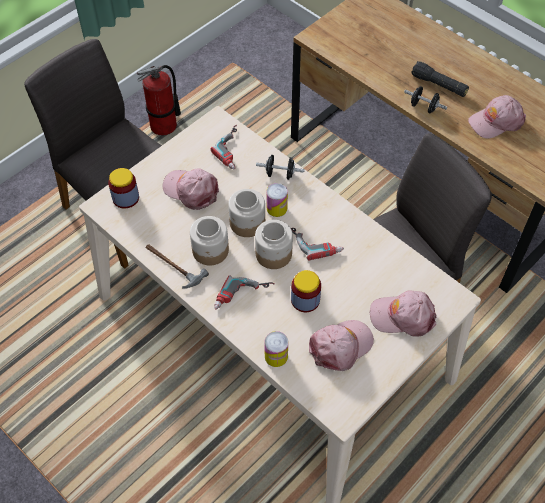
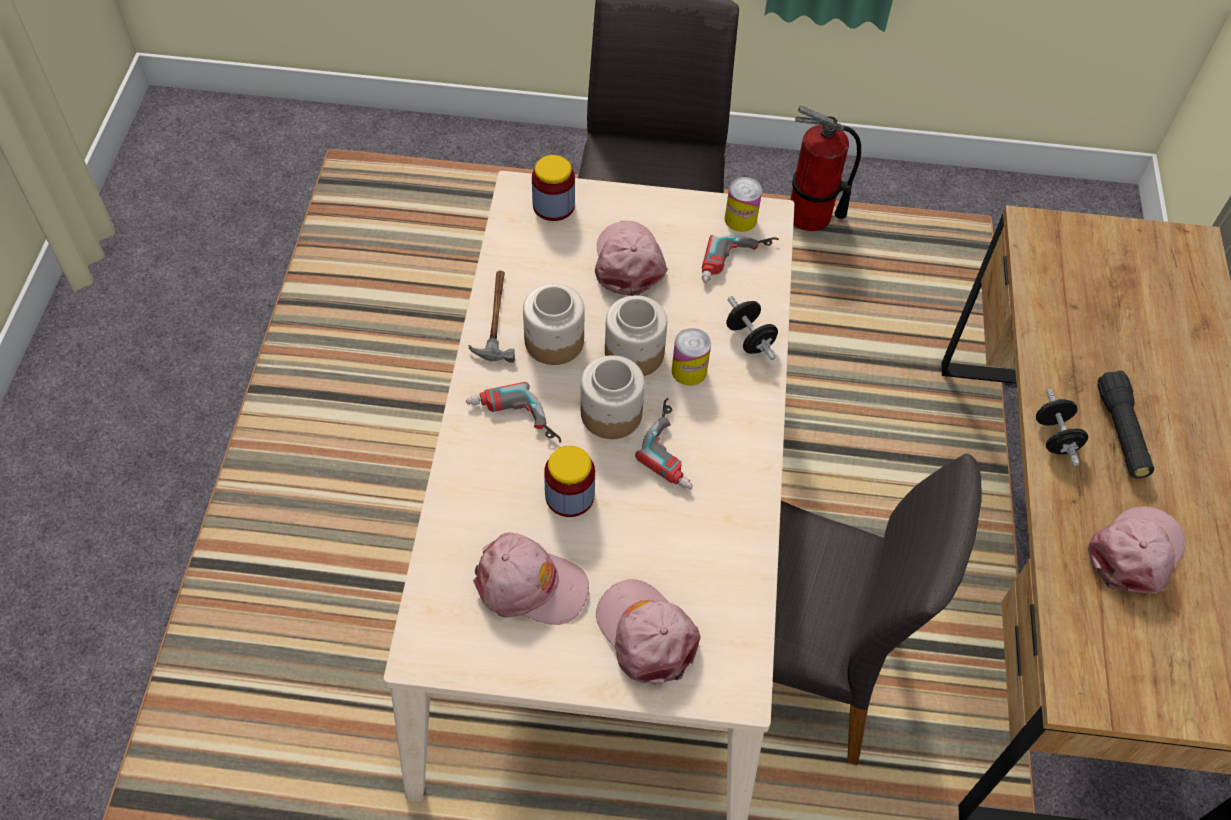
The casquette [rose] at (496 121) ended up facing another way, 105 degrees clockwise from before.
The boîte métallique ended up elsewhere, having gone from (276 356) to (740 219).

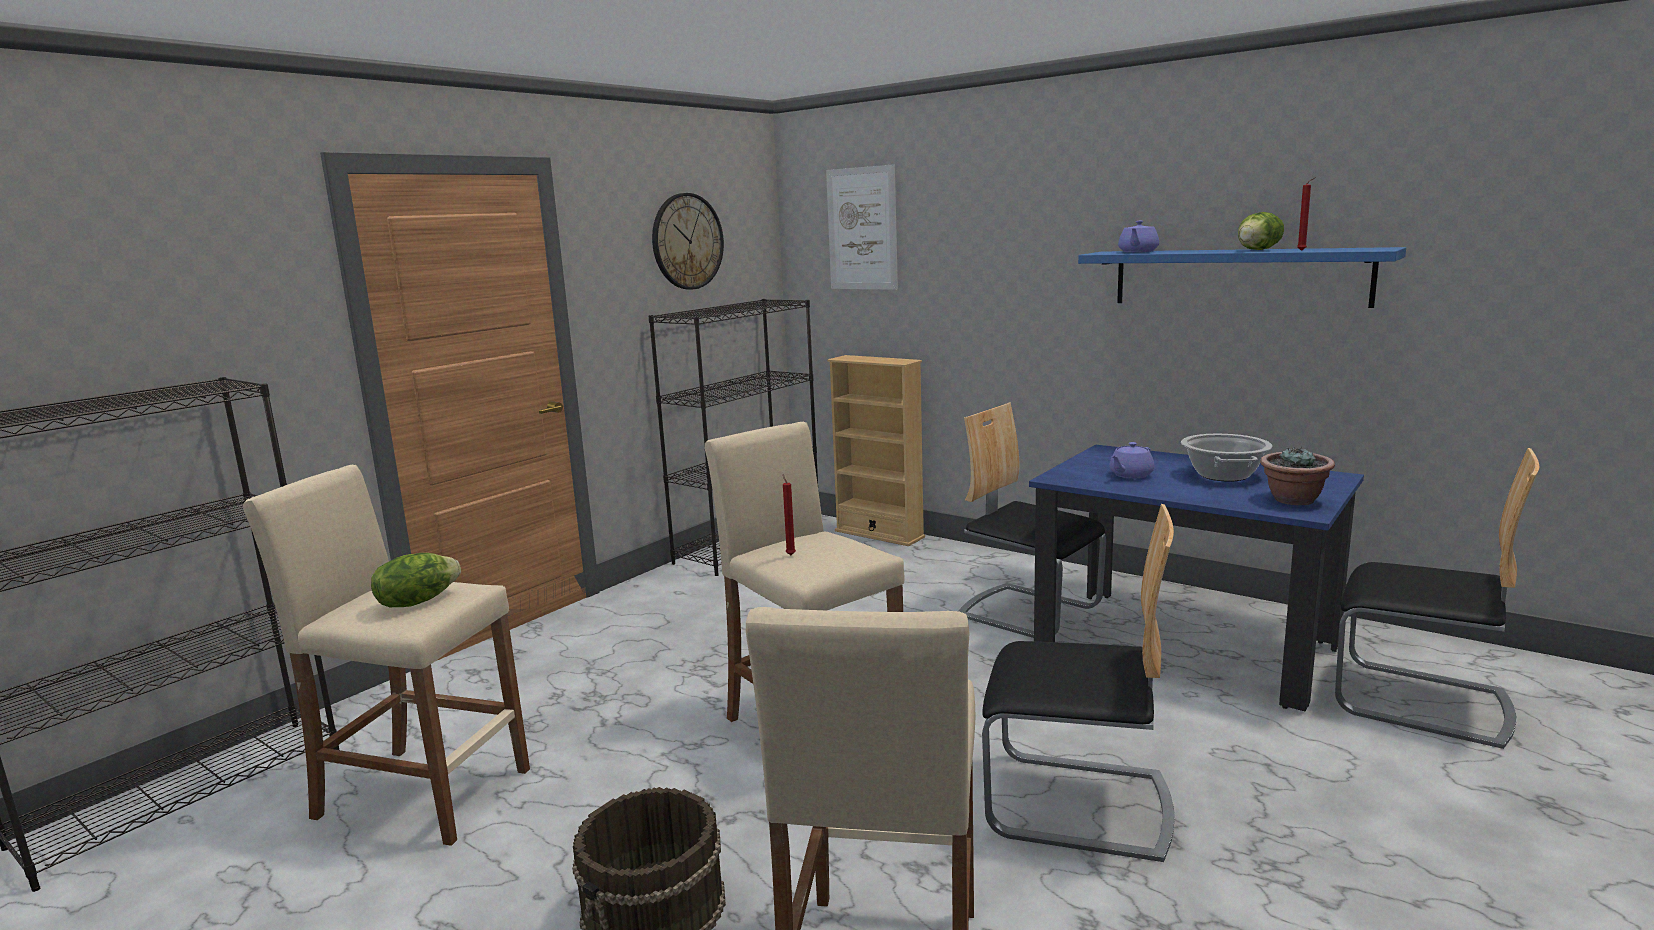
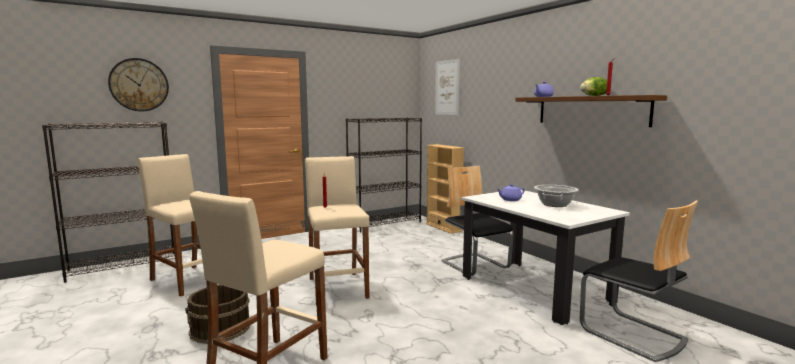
The horloge murale ended up elsewhere, having gone from (687 241) to (139 85).
What was the étagère [bleu] at (1238 277) turned into the étagère [marron] at (591 110).
What was the table à manger [bleu] at (1184 645) turned into the table à manger [blanc] at (534 289).
The second view lost the plante en pot at (1293 500).
The second view lost the chaise at (1078 804).
The second view lost the laitue at (417 601).

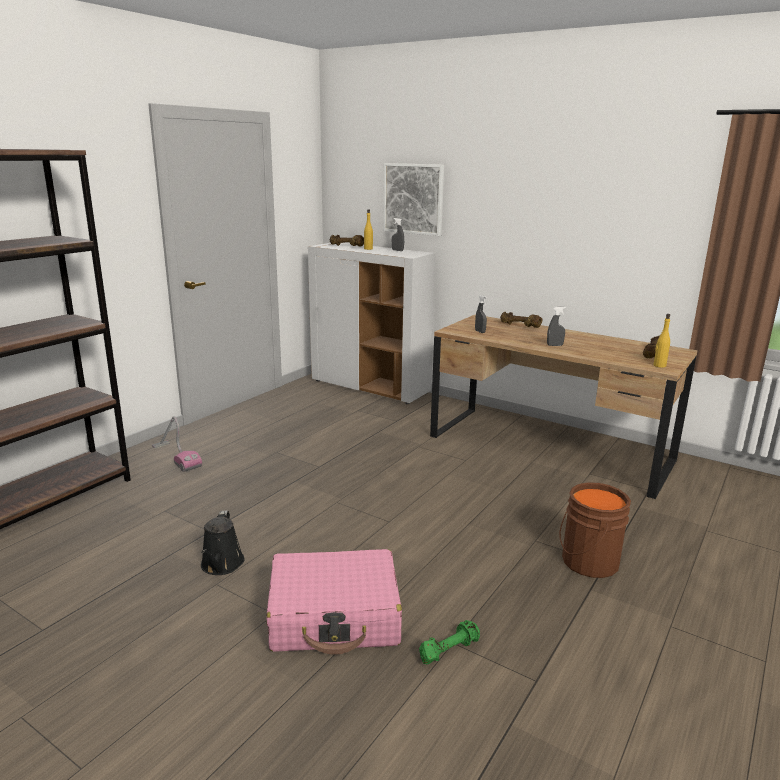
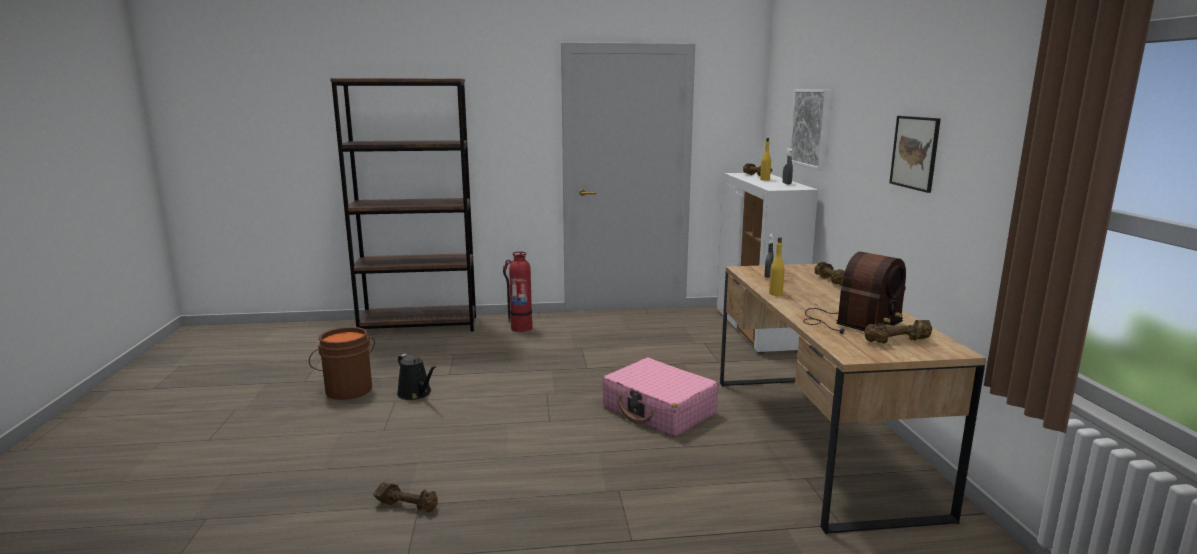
The second view lost the vaporisateur [gris] at (554 345).
The bouteille [jaune] ended up elsewhere, having gone from (659 365) to (775 294).
Where the aspirateur stood at (176 457), the extincteur came to stand at (521 328).
The seau [marron] ended up elsewhere, having gone from (587 561) to (348 389).
The arrosoir [noir] at (221 565) ended up facing another way, 90 degrees counterclockwise from before.
The valise [rose] ended up elsewhere, having gone from (335 616) to (659 410).
What was the haltère [vert] at (448 650) turned into the haltère [marron] at (408 506).
The second view gained the tableau at (915 152).
The second view gained the radio at (850 323).

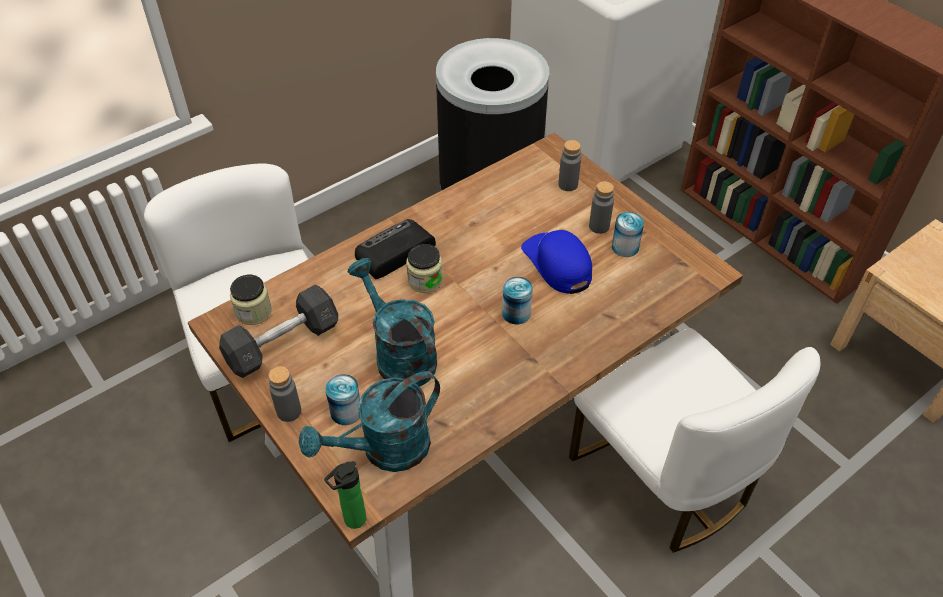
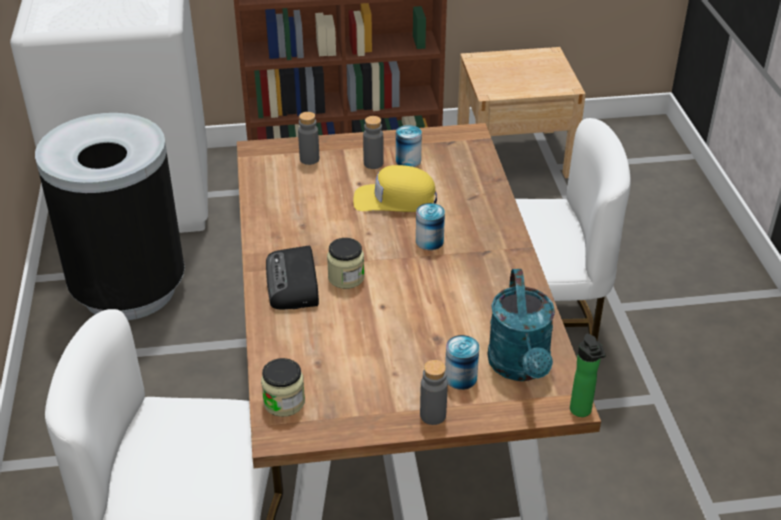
What was the casquette [bleu] at (557 264) turned into the casquette [jaune] at (394 200).
The second view lost the arrosoir [turquoise] at (399 355).
The second view lost the haltère [gris] at (283 344).

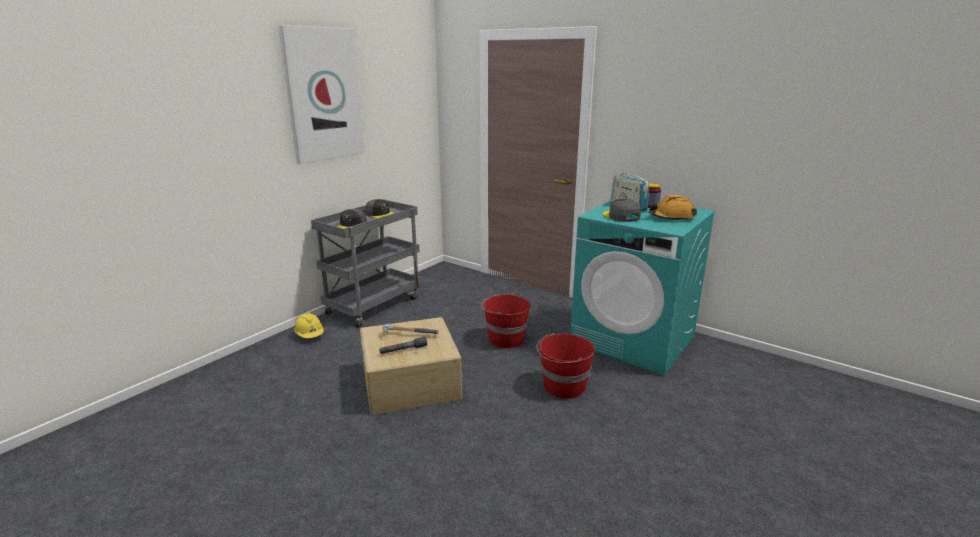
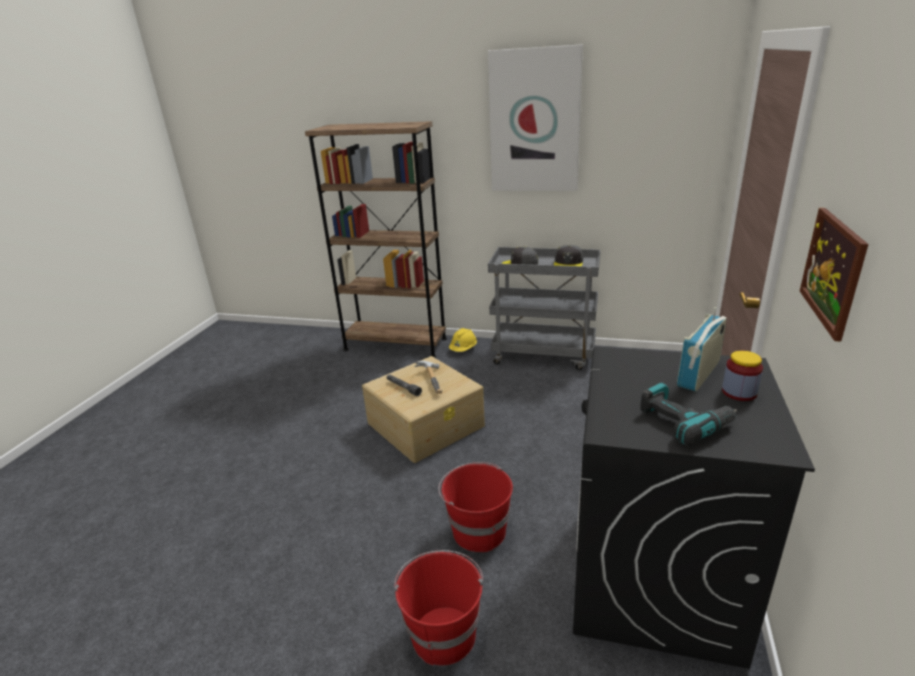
Where the casque de chantier [orange] stood at (671 217), the perceuse came to stand at (684 421).
The second view lost the casquette [gris] at (621 216).
What was the lave-linge [turquoise] at (633 340) turned into the lave-linge [noir] at (654 580).
The seau [rouge] ended up elsewhere, having gone from (505 339) to (443 633).
The second view gained the bibliothèque [marron] at (395 344).
The second view gained the tableau at (832 270).

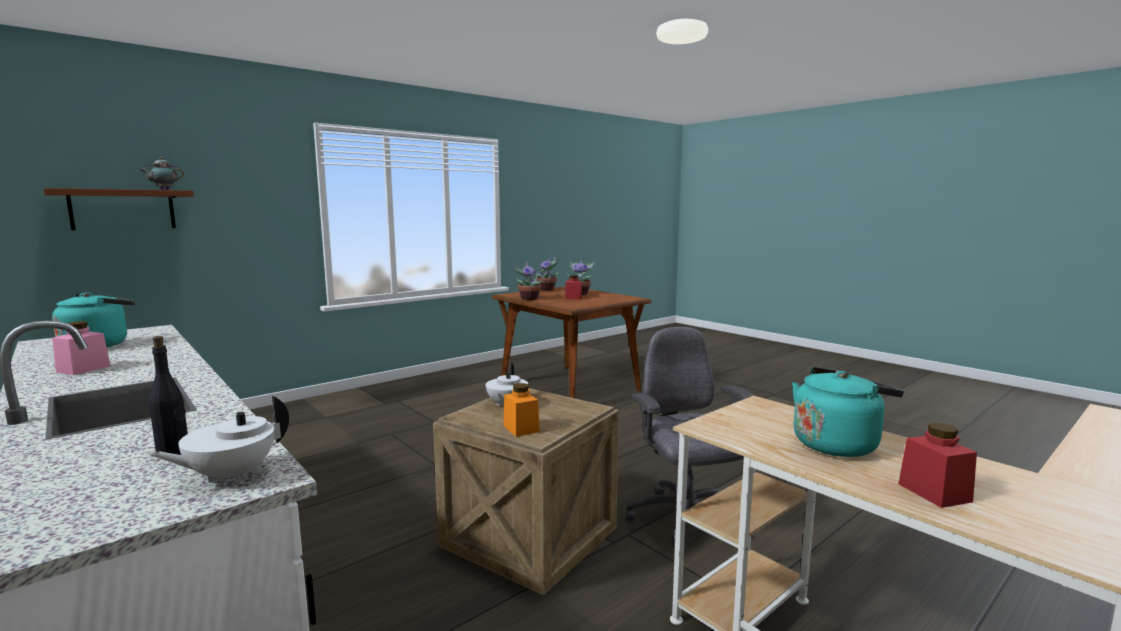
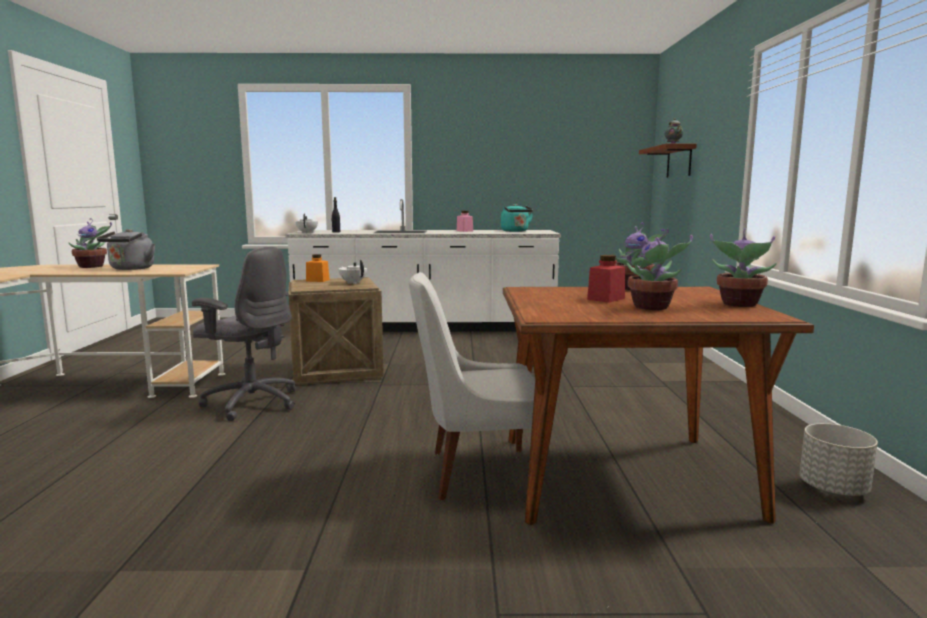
What was the bouilloire [turquoise] at (837 444) turned into the bouilloire [gris] at (130 269).
Where the bocal [rouge] stood at (934 492), the plante en pot came to stand at (92 266).
The second view gained the chaise [blanc] at (477 473).
The second view gained the cache-pot [gris] at (832 489).

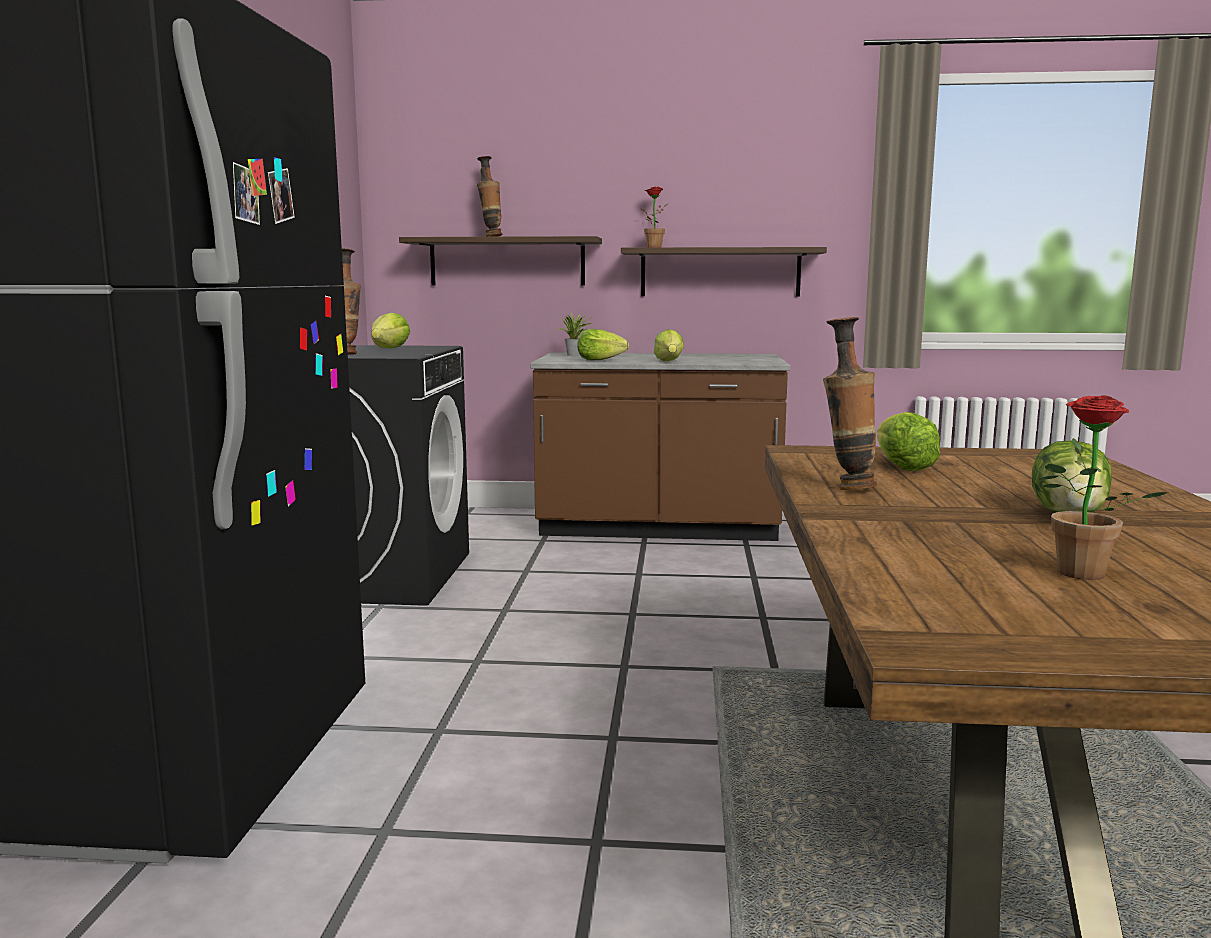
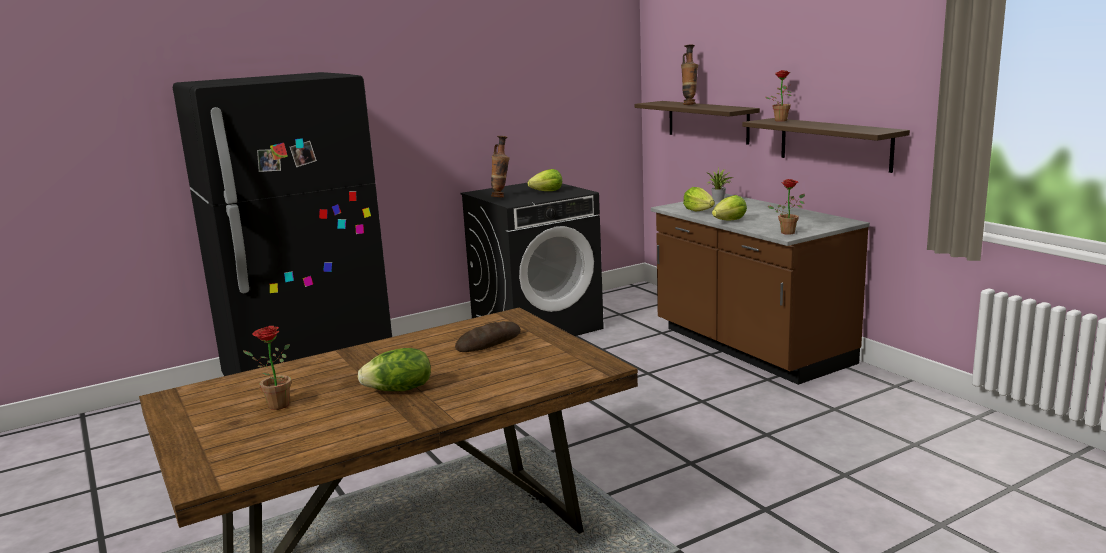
The second view lost the vase at (847 488).
Where the laitue stood at (902 467), the pain came to stand at (489 342).
The second view gained the plante en pot at (789 232).

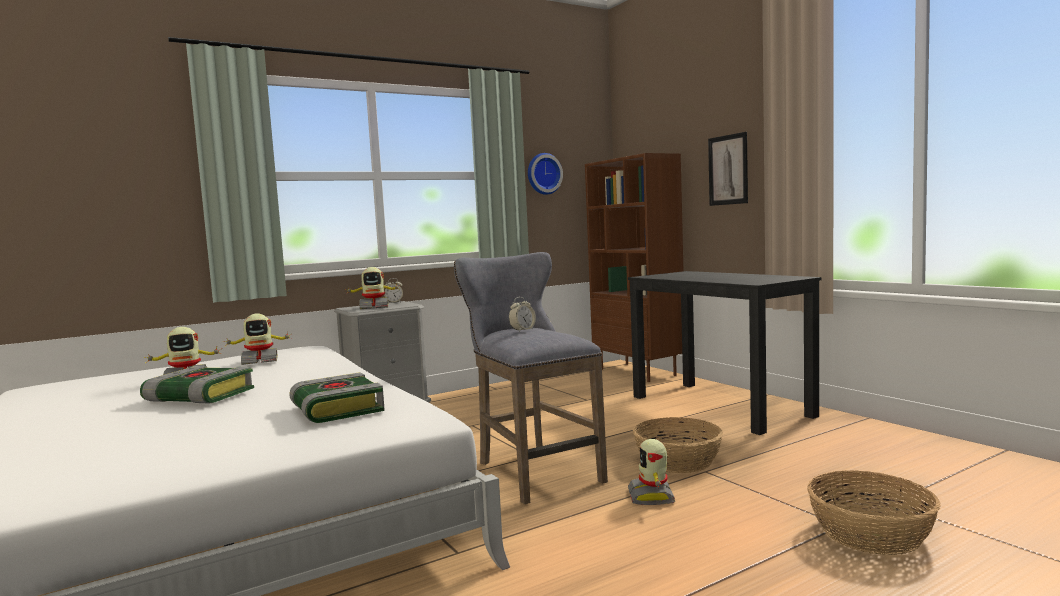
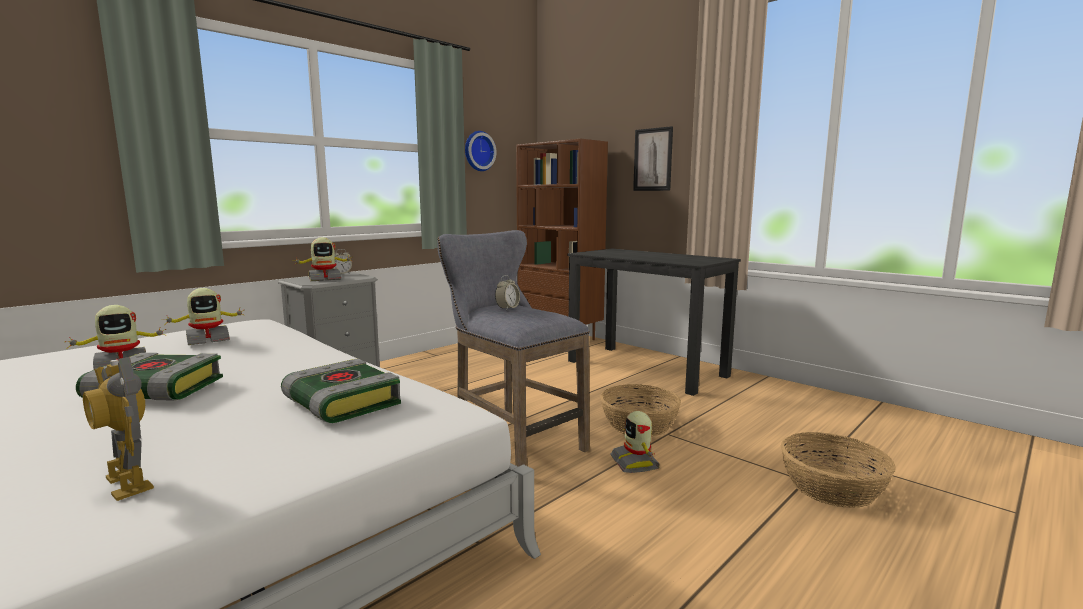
The second view gained the robot jouet at (128 483).

